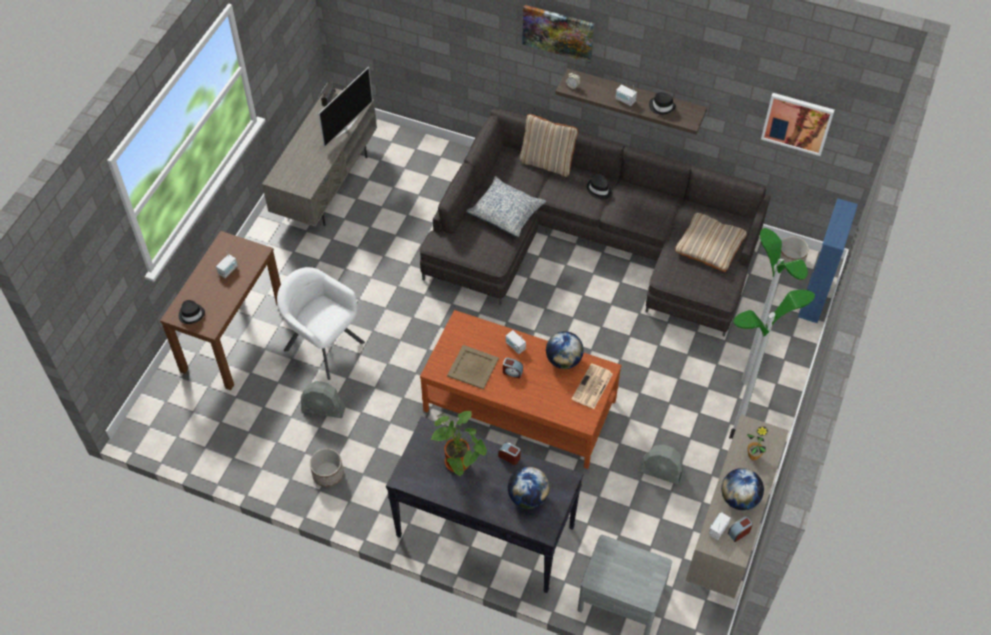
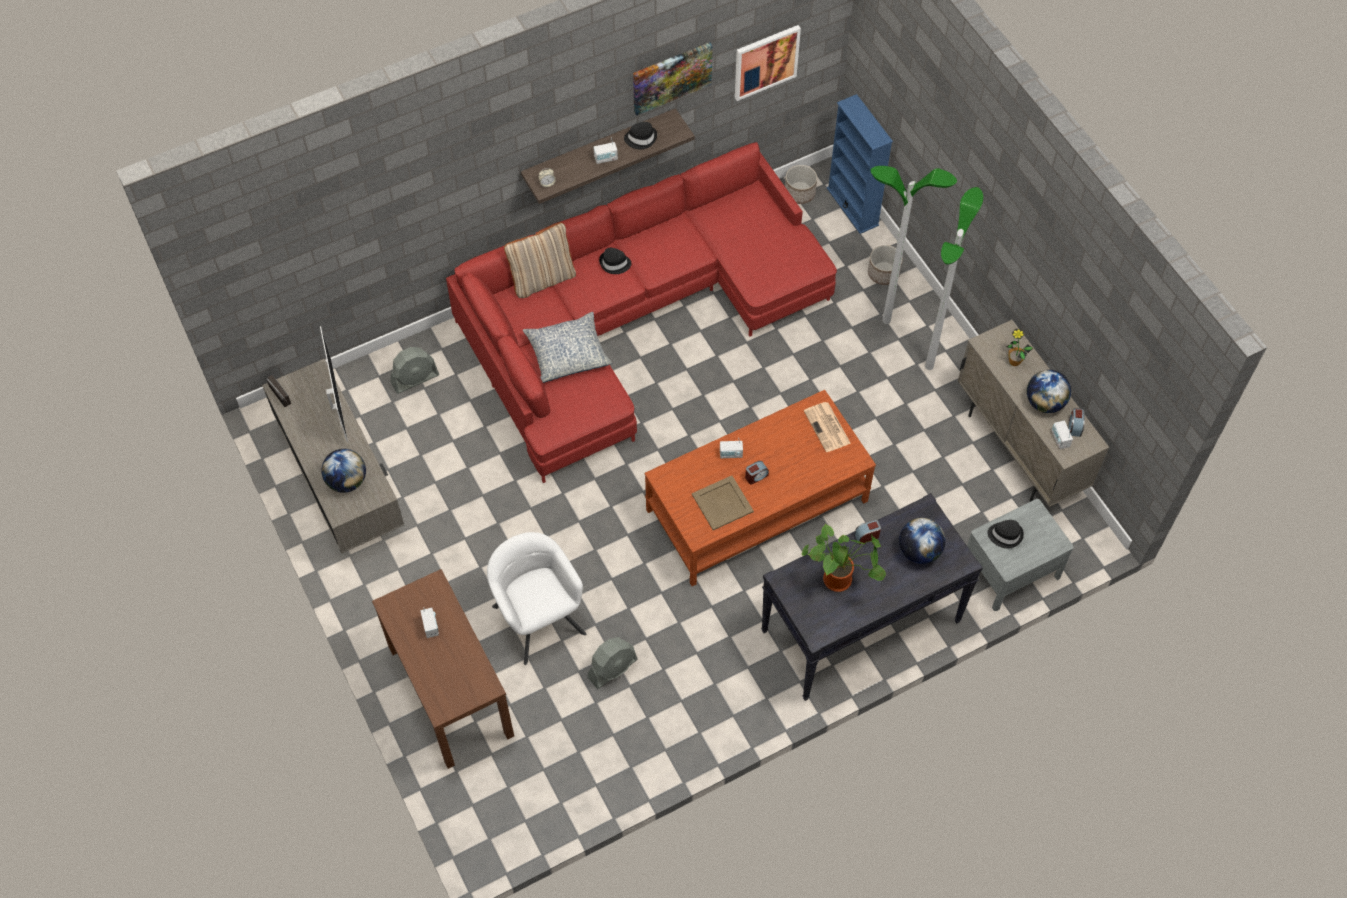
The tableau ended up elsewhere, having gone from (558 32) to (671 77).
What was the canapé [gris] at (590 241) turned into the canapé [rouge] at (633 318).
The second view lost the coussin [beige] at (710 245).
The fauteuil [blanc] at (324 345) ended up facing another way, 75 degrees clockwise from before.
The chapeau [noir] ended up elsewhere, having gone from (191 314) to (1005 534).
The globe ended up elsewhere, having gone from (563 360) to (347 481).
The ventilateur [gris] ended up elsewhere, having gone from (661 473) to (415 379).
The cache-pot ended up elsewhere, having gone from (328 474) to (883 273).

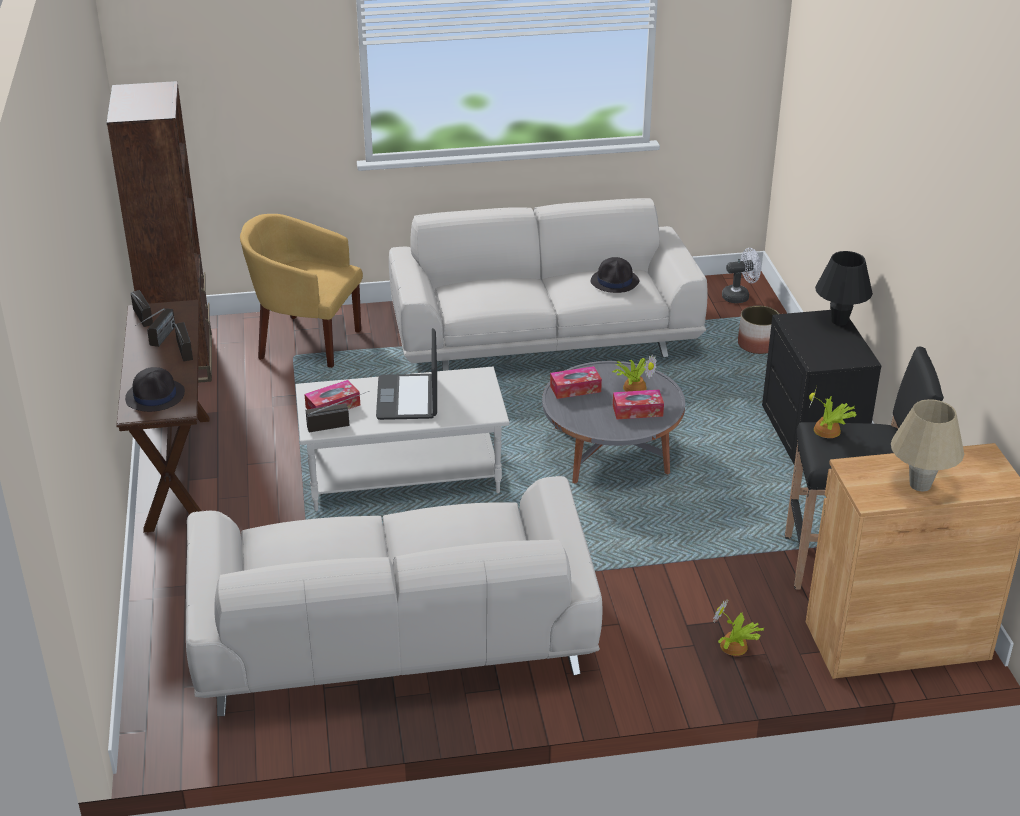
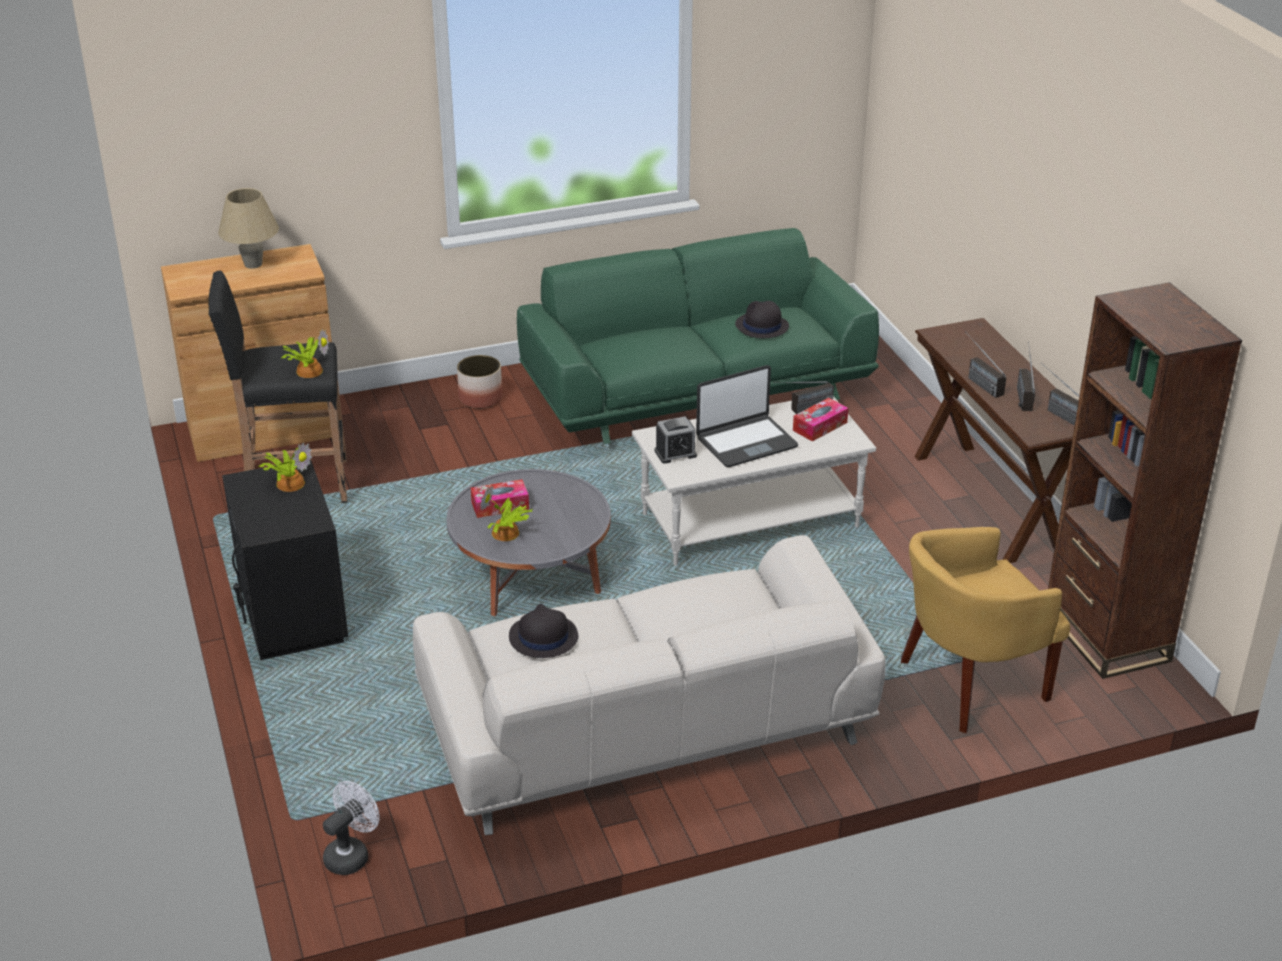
The fauteuil [jaune] at (306 342) ended up facing another way, 150 degrees clockwise from before.
The ventilateur [blanc] at (739 296) ended up facing another way, 150 degrees clockwise from before.
The second view lost the lampe de table [noir] at (839 321).
The cache-pot ended up elsewhere, having gone from (757 345) to (481 398).
The ordinateur portable at (408 398) ended up facing another way, 75 degrees clockwise from before.
The second view lost the boîte à mouchoirs at (575 389).
The chapeau [noir] ended up elsewhere, having gone from (155 396) to (761 326).
What was the canapé [blanc] at (392 638) turned into the canapé [vert] at (696 391).
The plante en pot ended up elsewhere, having gone from (734 647) to (290 482).
The second view gained the réveil at (675 453).

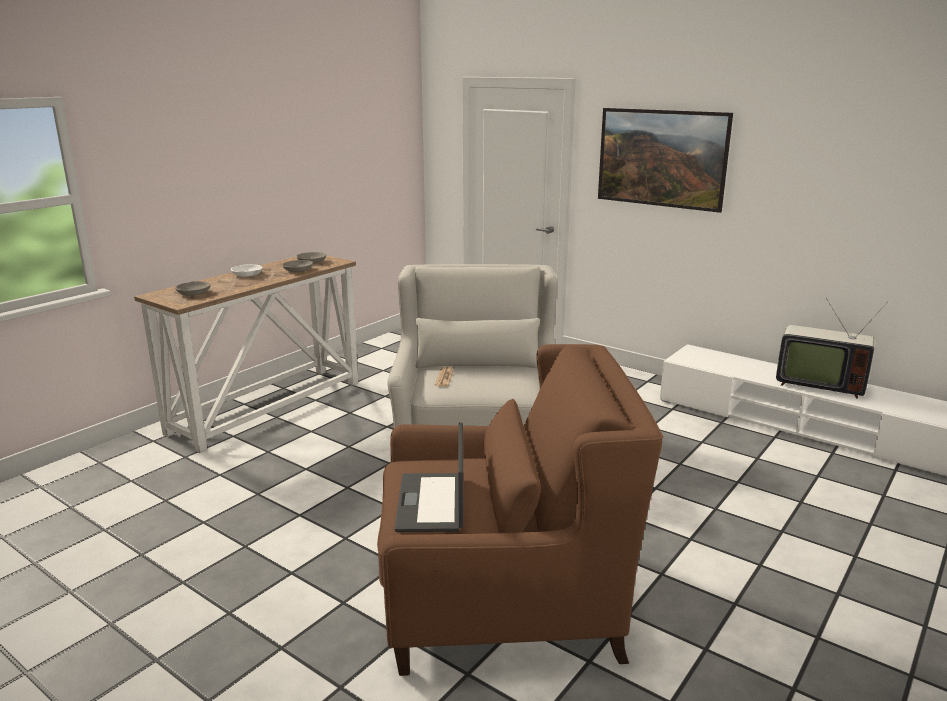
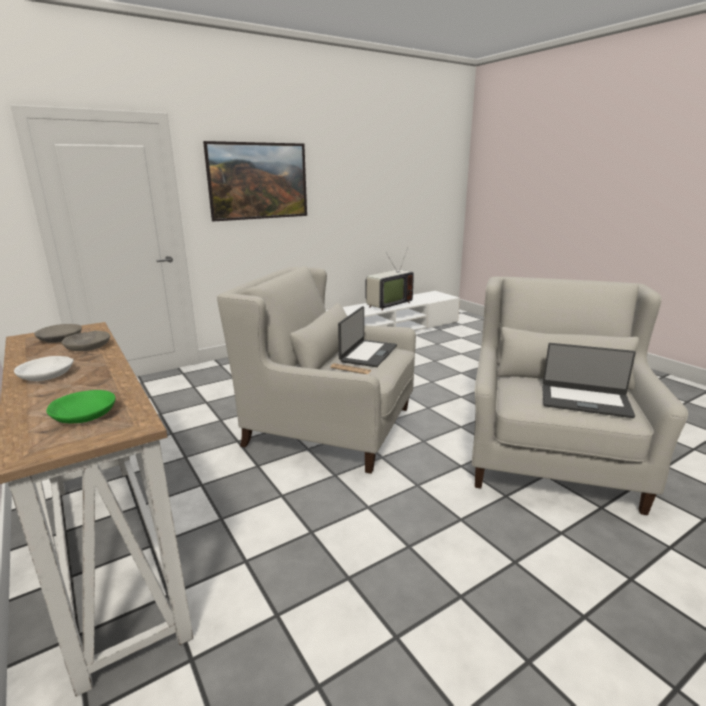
What was the bol [gris] at (193 293) turned into the bol [vert] at (83 415).
What was the fauteuil [marron] at (502 596) turned into the fauteuil [blanc] at (550 456).
The second view gained the ordinateur portable at (368 353).

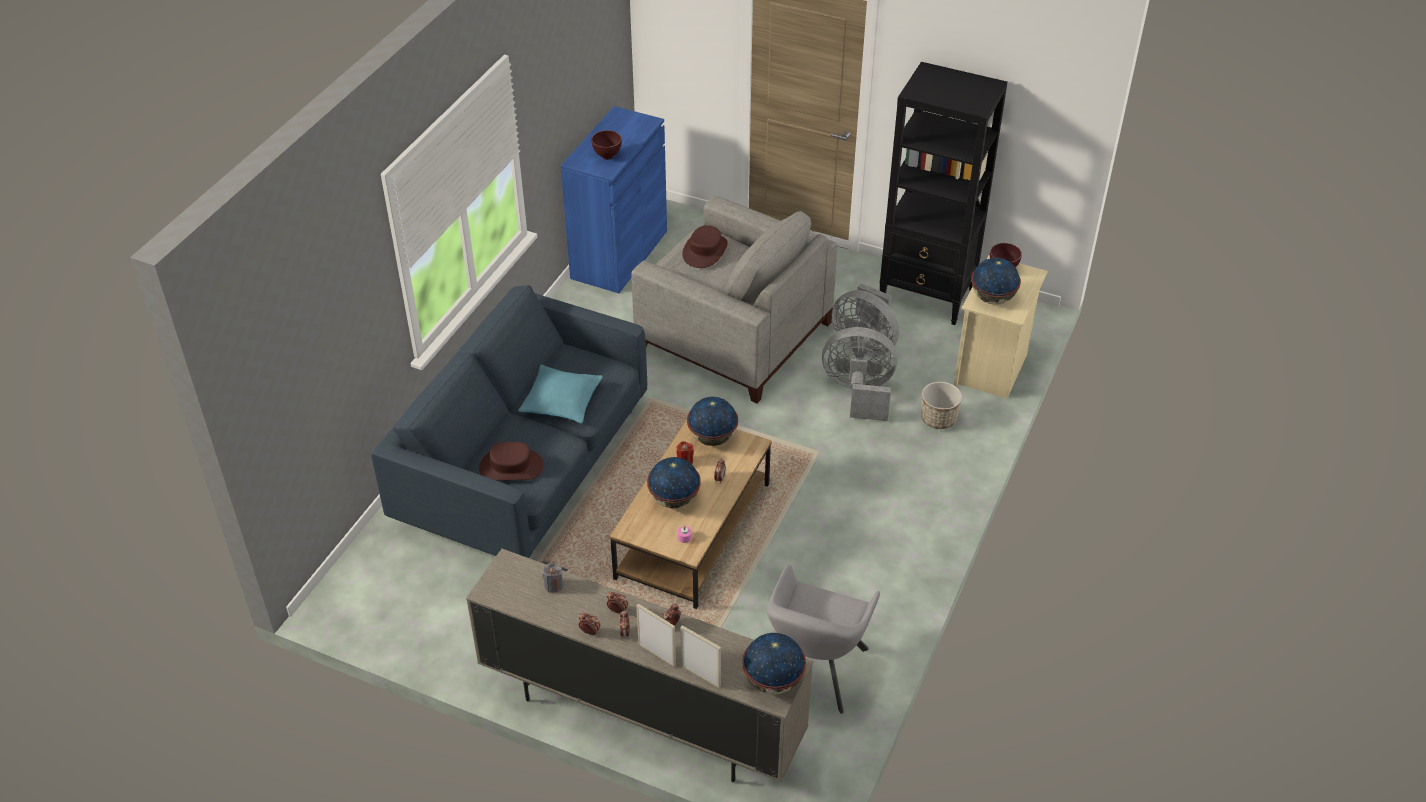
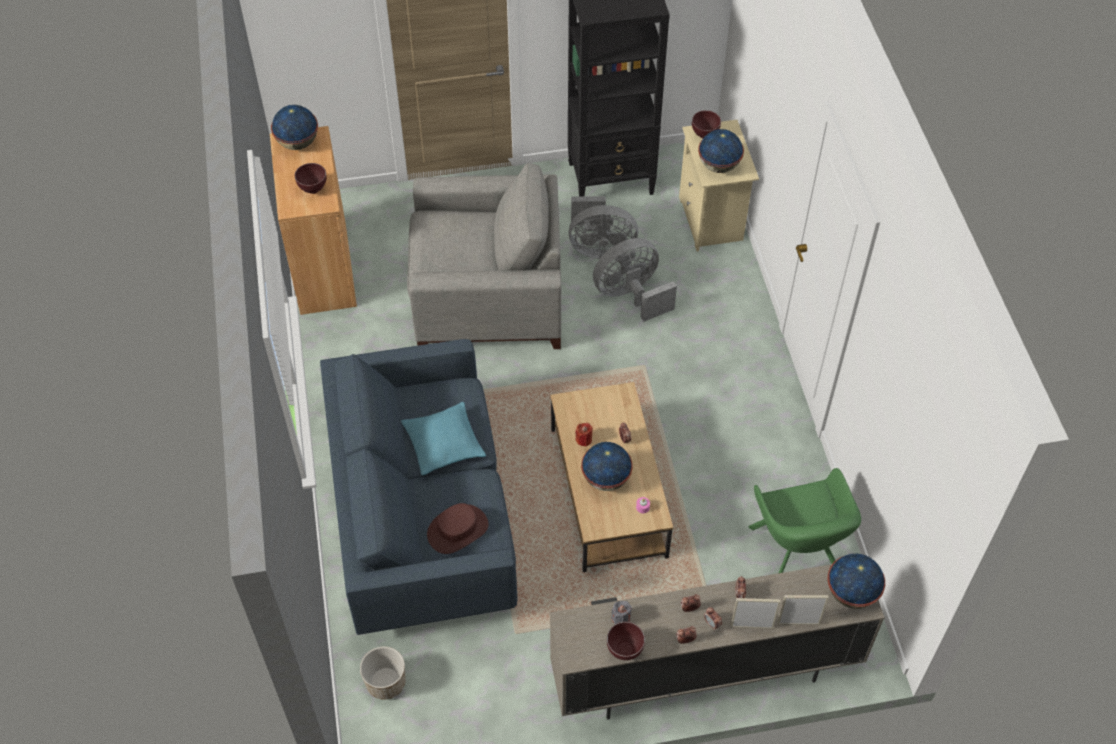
What was the meuble de rangement [bleu] at (619 254) turned into the meuble de rangement [marron] at (323 268).
The second view lost the chapeau [marron] at (705 251).
The cache-pot ended up elsewhere, having gone from (938 419) to (386 682).
The globe ended up elsewhere, having gone from (712 438) to (298 143).
What was the fauteuil [gris] at (815 672) turned into the fauteuil [vert] at (796 555).
The second view gained the bol [marron] at (623 650).

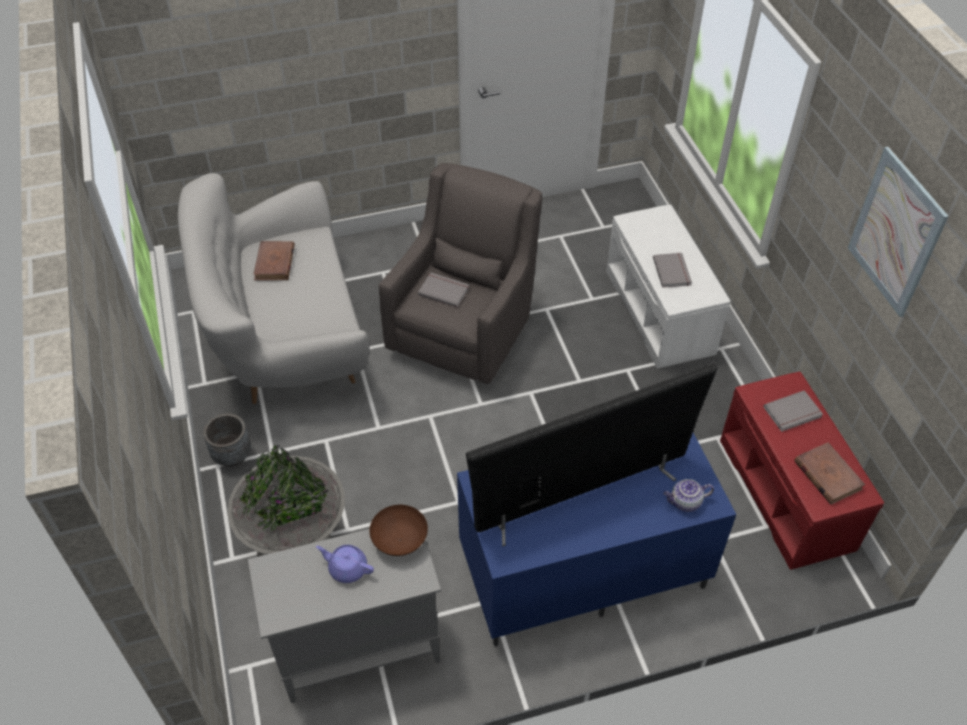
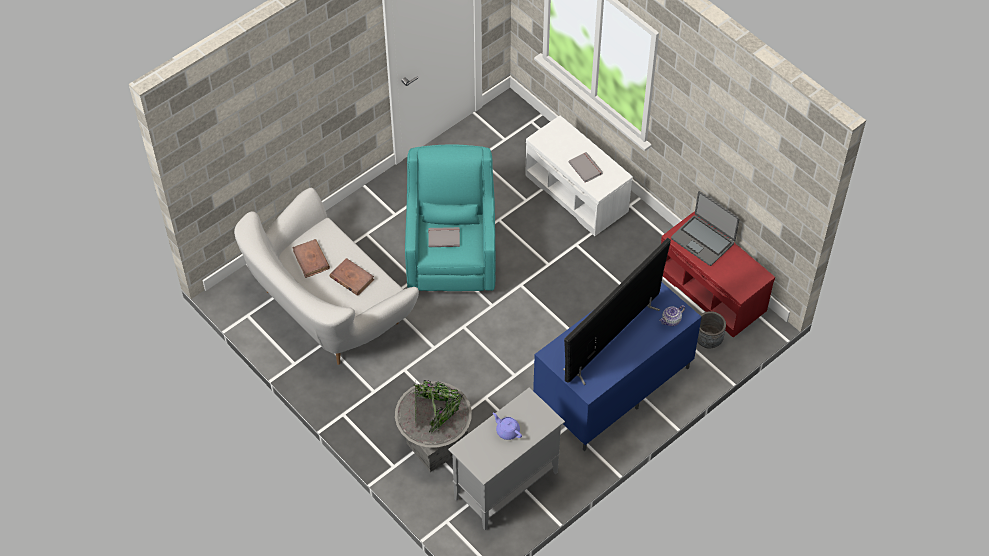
The second view lost the tableau at (896 232).
What was the fauteuil [gris] at (465 331) turned into the fauteuil [turquoise] at (452 257).
Where the livre [gris] stood at (793 413), the ordinateur portable came to stand at (703 240).
The cache-pot [gris] ended up elsewhere, having gone from (232 455) to (708 340).
The livre [marron] ended up elsewhere, having gone from (827 475) to (351 278).
The second view lost the bol [marron] at (400 540).
The théière [violet] at (347 568) ended up facing another way, 45 degrees clockwise from before.

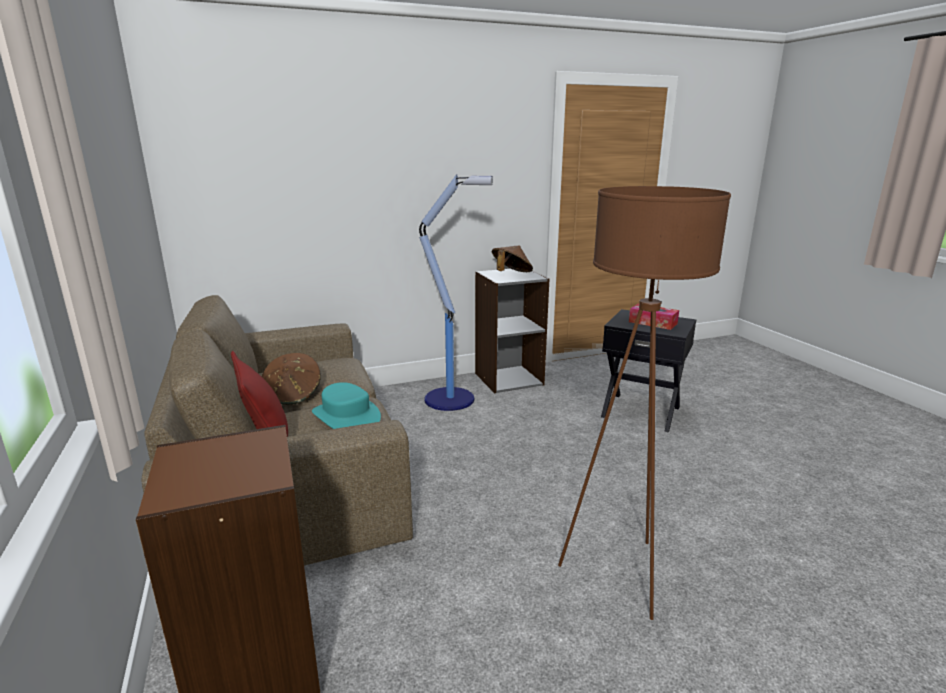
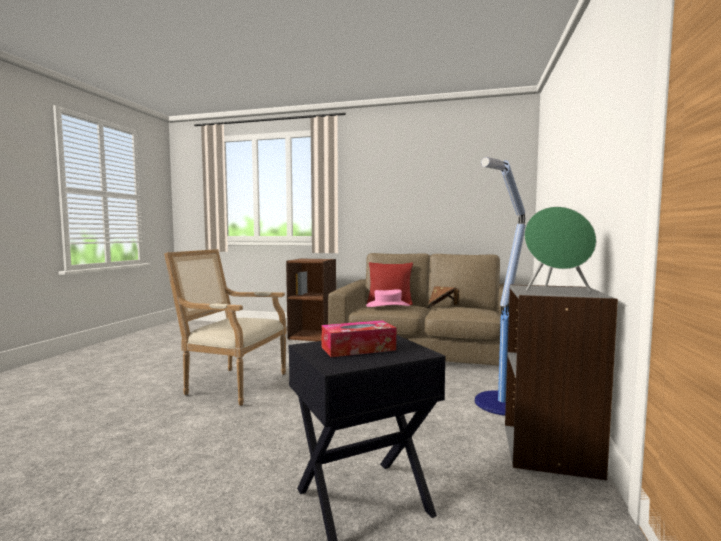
Where the lampadaire [marron] stood at (619 573), the fauteuil came to stand at (232 384).
Where the chapeau [marron] stood at (511 274), the enceinte [vert] came to stand at (556 290).
What was the chapeau [turquoise] at (346 416) turned into the chapeau [rose] at (388 305).

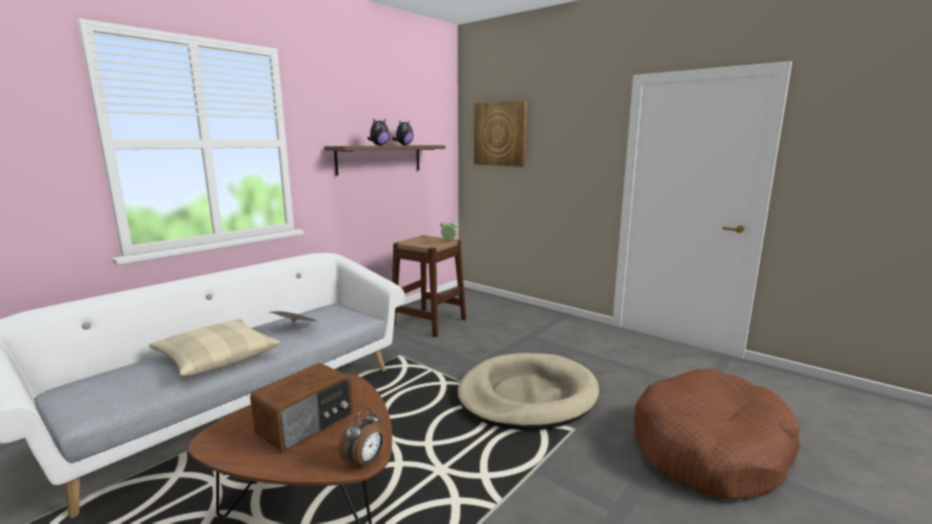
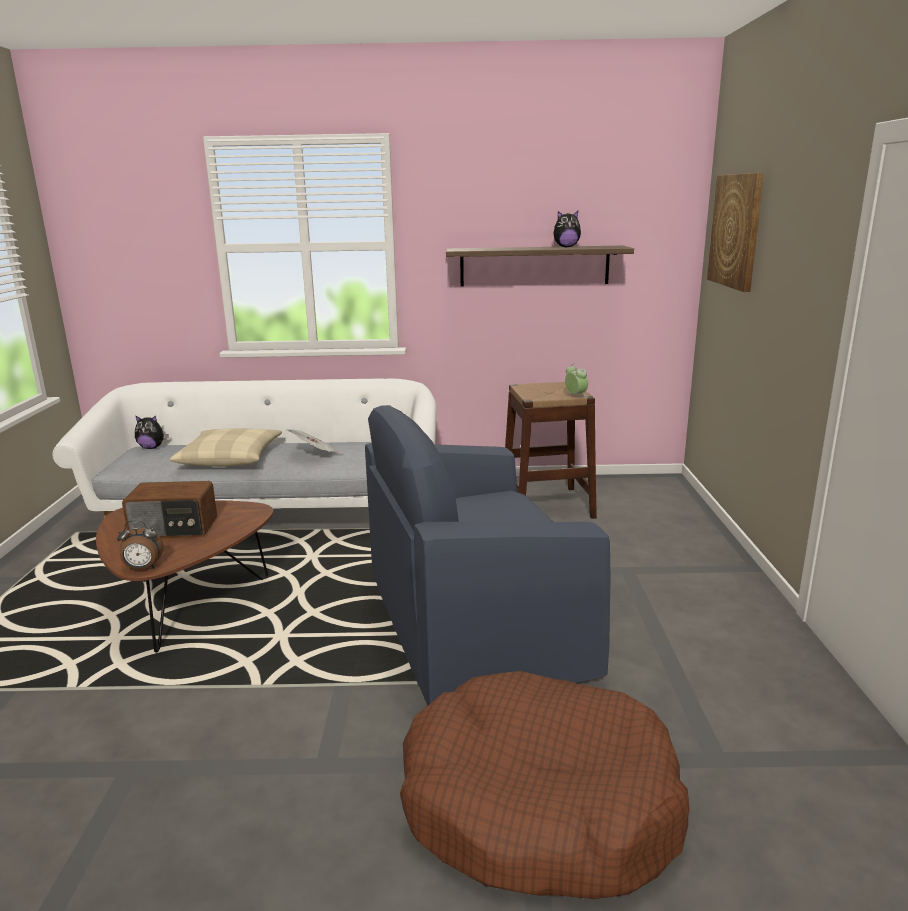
The peluche ended up elsewhere, having gone from (379 145) to (152 448).
Where the panier pour chien [beige] stood at (527 396), the fauteuil [bleu] came to stand at (475 626).

